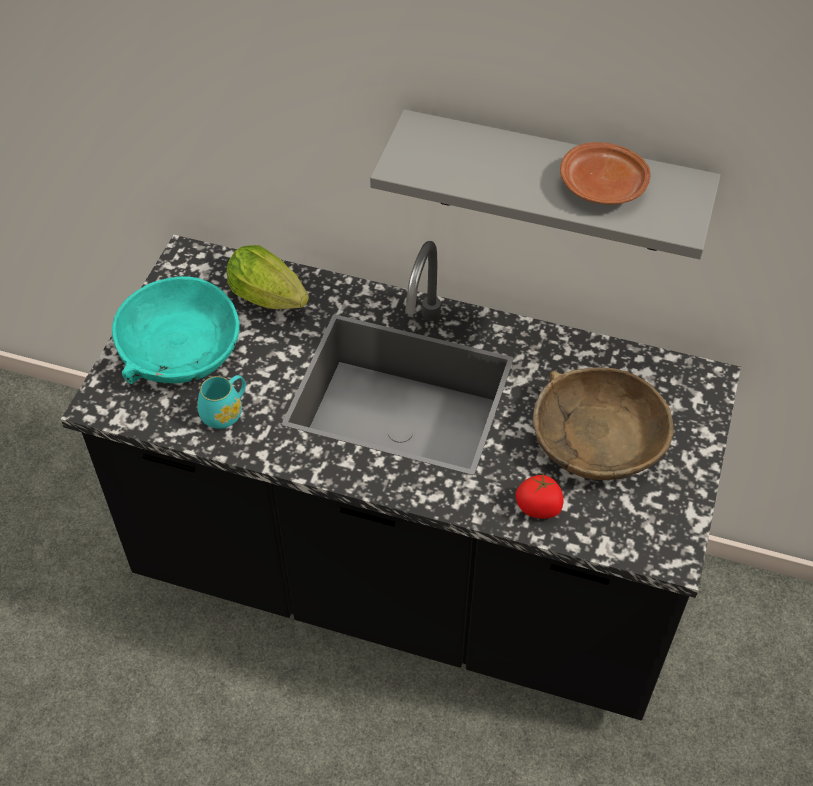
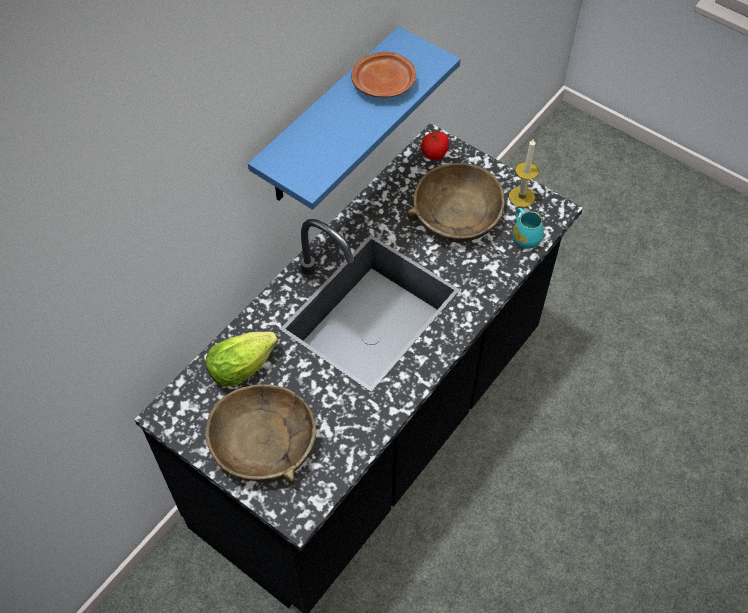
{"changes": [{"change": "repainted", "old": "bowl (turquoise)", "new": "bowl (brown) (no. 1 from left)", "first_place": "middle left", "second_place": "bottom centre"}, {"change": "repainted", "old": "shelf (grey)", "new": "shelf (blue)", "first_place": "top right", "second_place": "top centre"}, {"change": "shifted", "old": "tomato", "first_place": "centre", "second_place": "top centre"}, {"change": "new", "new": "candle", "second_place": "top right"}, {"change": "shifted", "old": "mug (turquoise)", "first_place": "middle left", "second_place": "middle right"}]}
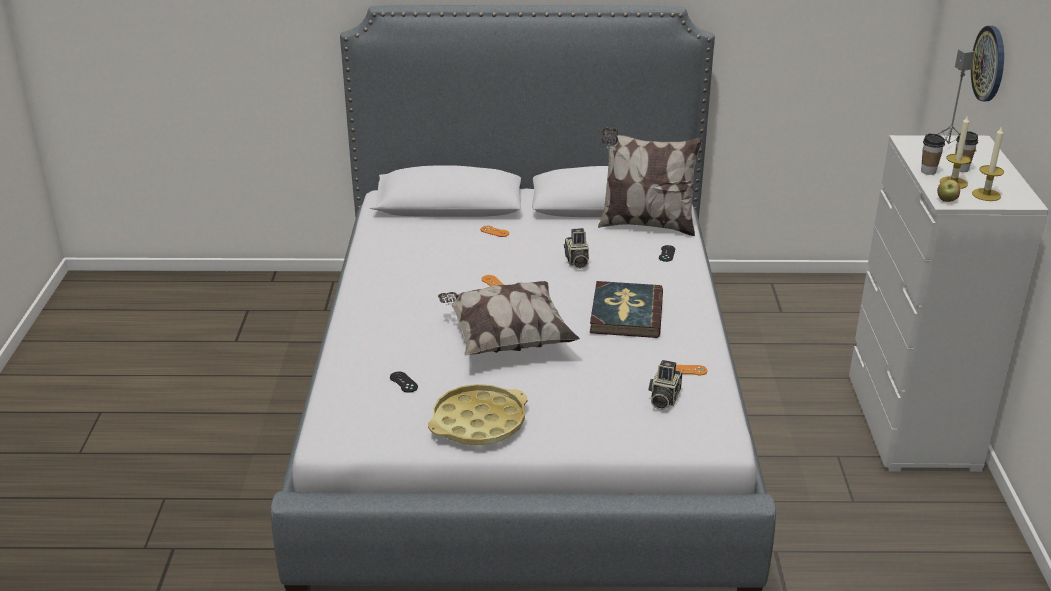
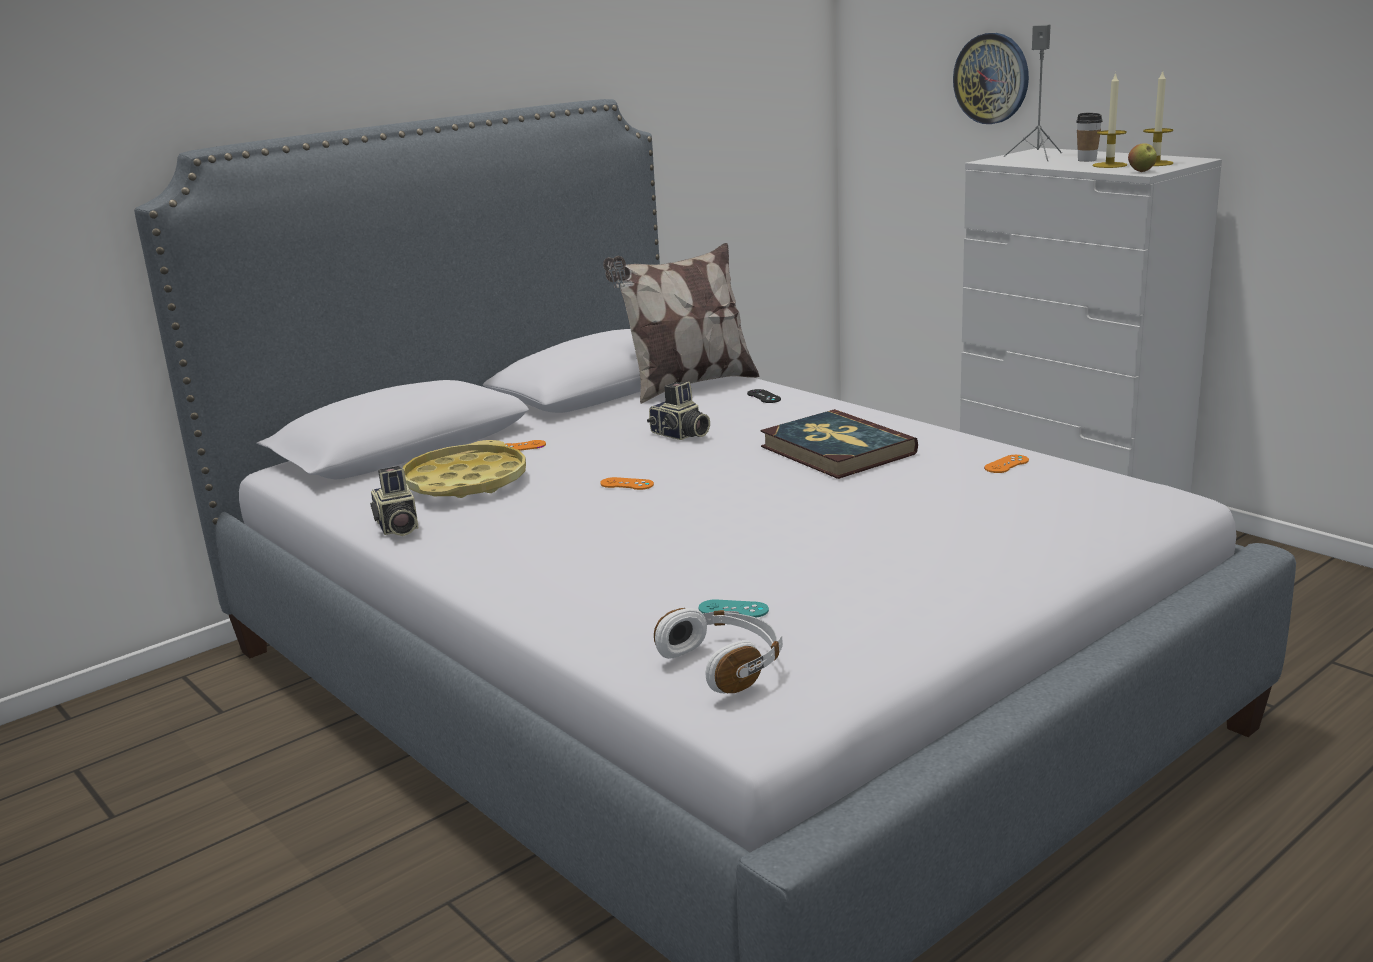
{"changes": [{"change": "shifted", "old": "photo camera (no. 2 from left in the first image)", "new": "photo camera (no. 1 from left)", "first_place": "centre", "second_place": "middle left"}, {"change": "shifted", "old": "tray (yellow)", "first_place": "bottom centre", "second_place": "centre"}, {"change": "new", "new": "headphones (white)", "second_place": "bottom centre"}, {"change": "repainted", "old": "game controller (black) (no. 1 from left)", "new": "game controller (turquoise)", "first_place": "centre", "second_place": "centre"}, {"change": "gone", "old": "pillow (no. 1 from left)", "first_place": "centre"}, {"change": "gone", "old": "cup (no. 1 from left)", "first_place": "top right"}]}
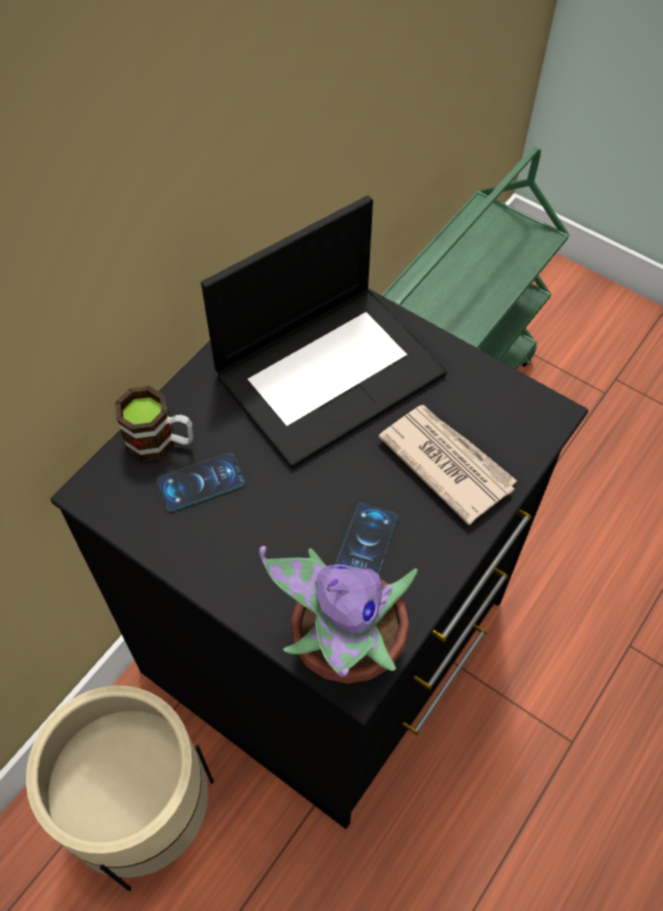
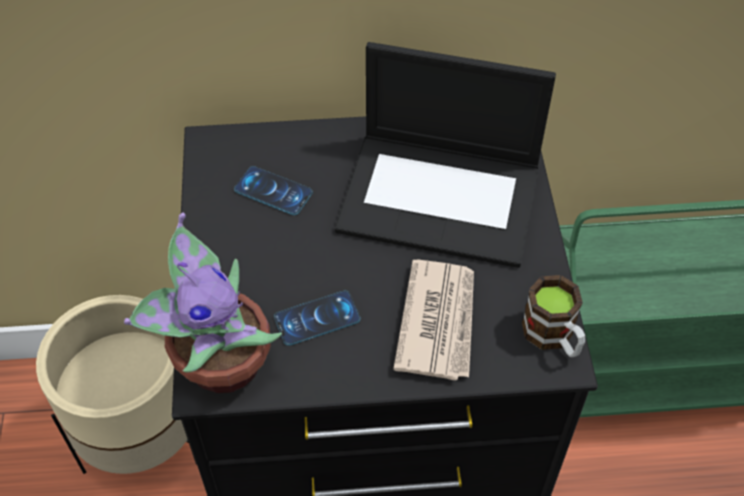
{"changes": [{"change": "shifted", "old": "mug", "first_place": "middle left", "second_place": "middle right"}]}
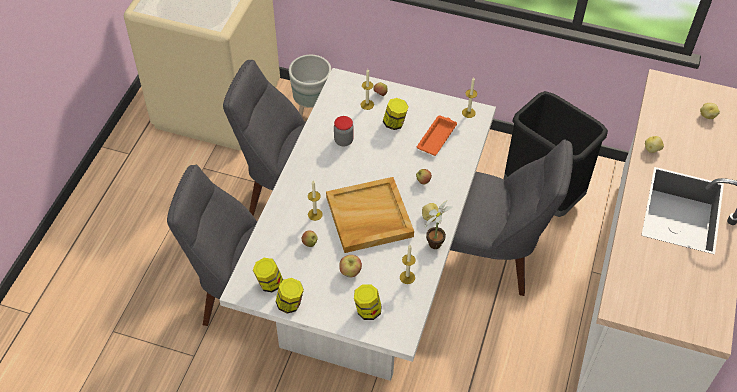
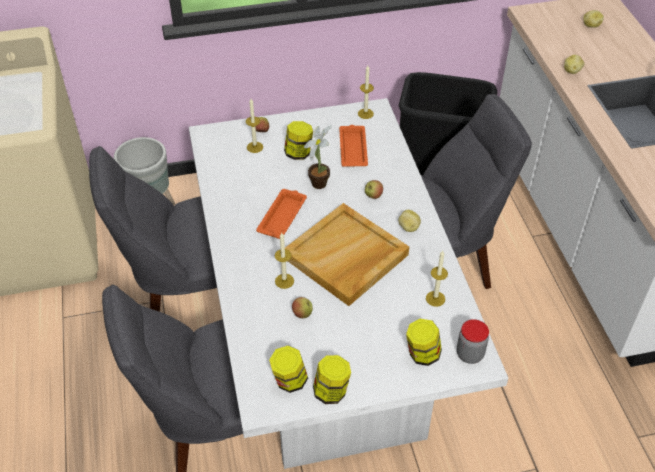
{"changes": [{"change": "new", "new": "tray (orange) (no. 1 from left)", "second_place": "centre"}, {"change": "shifted", "old": "potted plant", "first_place": "centre", "second_place": "top centre"}, {"change": "shifted", "old": "jar (no. 3 from left in the first image)", "new": "jar (no. 5 from left)", "first_place": "centre", "second_place": "bottom right"}, {"change": "gone", "old": "apple (no. 2 from left)", "first_place": "bottom centre"}]}
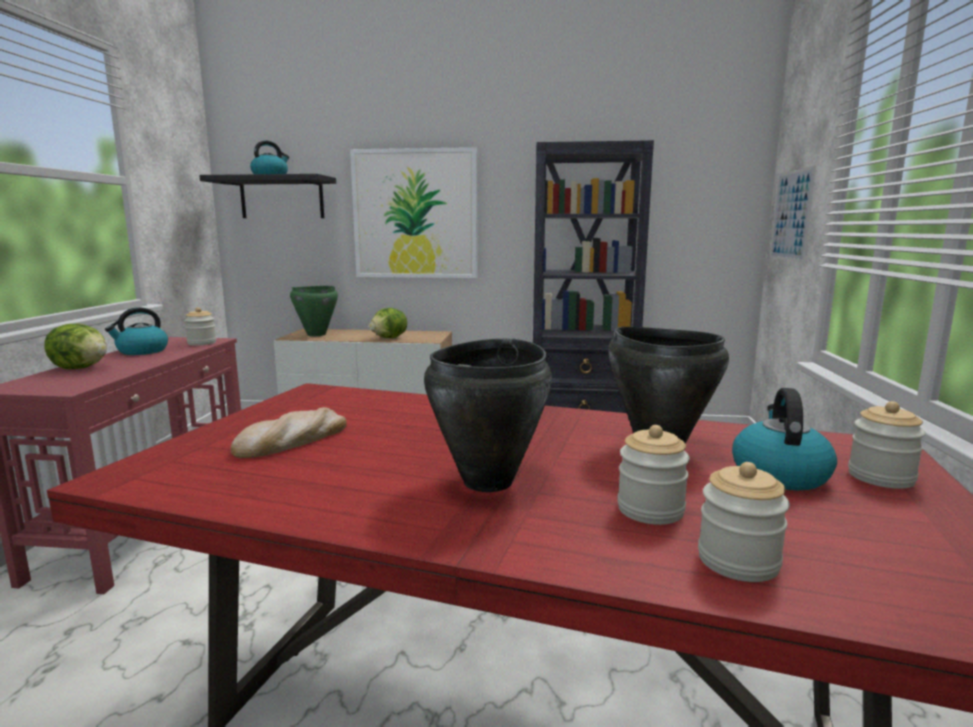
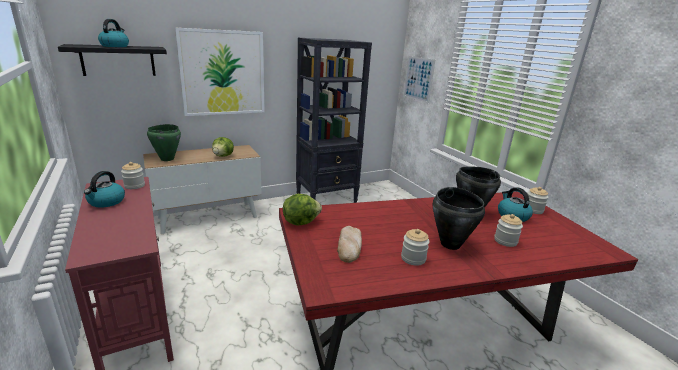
{"changes": [{"change": "shifted", "old": "lettuce (no. 1 from left in the first image)", "new": "lettuce (no. 2 from left)", "first_place": "middle left", "second_place": "centre"}, {"change": "shifted", "old": "jar (no. 3 from left in the first image)", "new": "jar (no. 2 from left)", "first_place": "bottom right", "second_place": "bottom centre"}]}
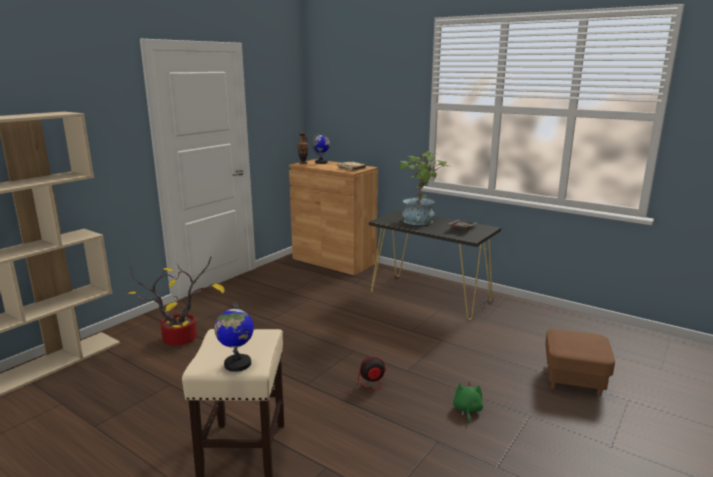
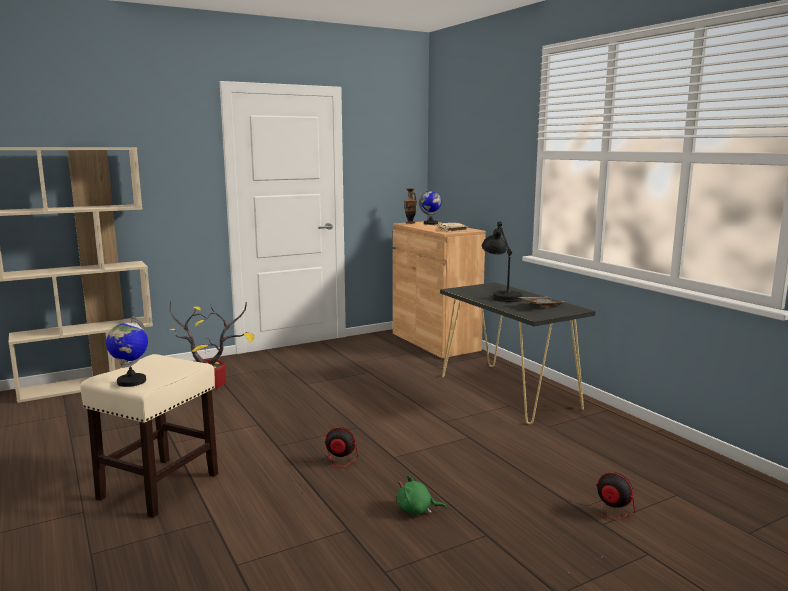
{"changes": [{"change": "rotated", "old": "plush toy (green)", "first_place": "bottom centre", "second_place": "bottom centre", "degrees": -120}, {"change": "swapped", "old": "potted plant (no. 2 from left)", "new": "table lamp (black)", "first_place": "centre", "second_place": "centre"}, {"change": "swapped", "old": "ottoman (brown)", "new": "fan (no. 2 from left)", "first_place": "bottom right", "second_place": "bottom right"}]}
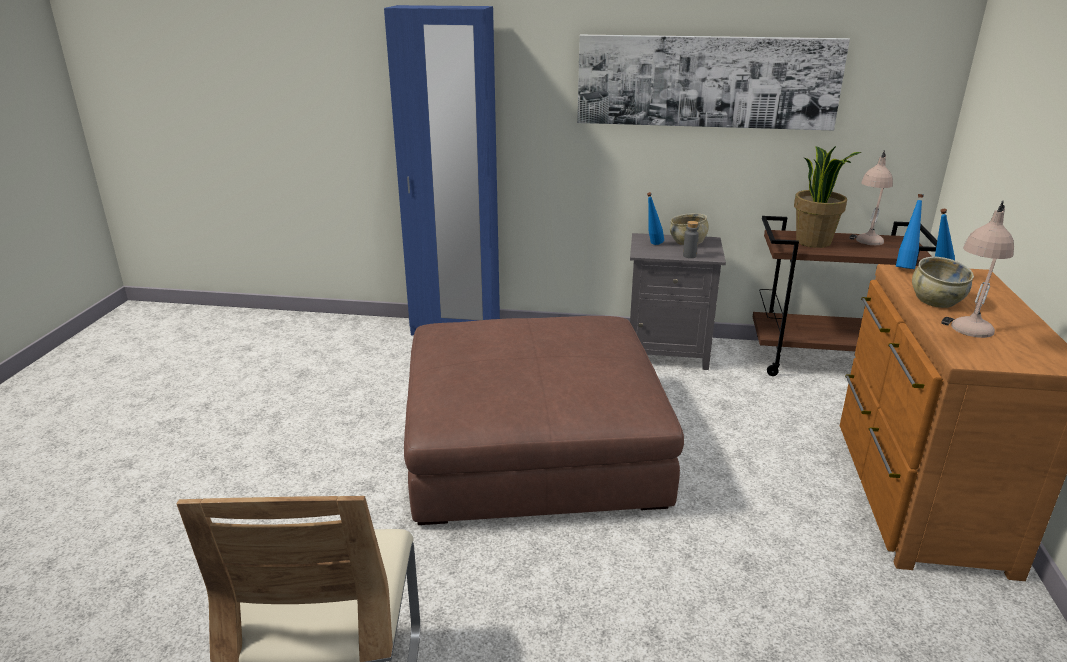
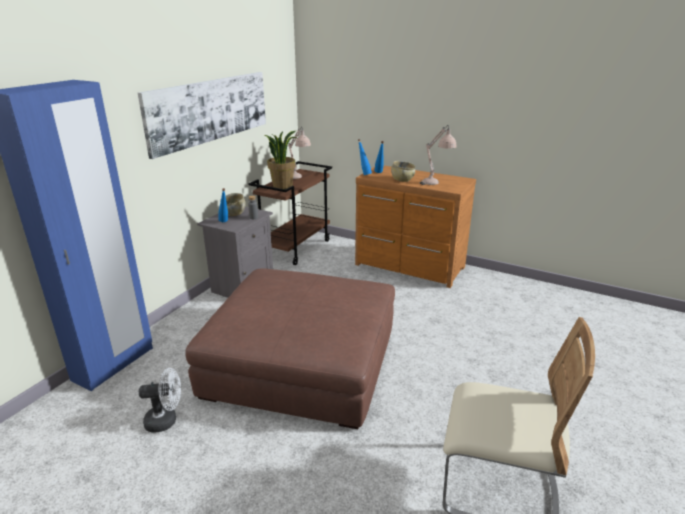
{"changes": [{"change": "new", "new": "fan (white)", "second_place": "bottom left"}]}
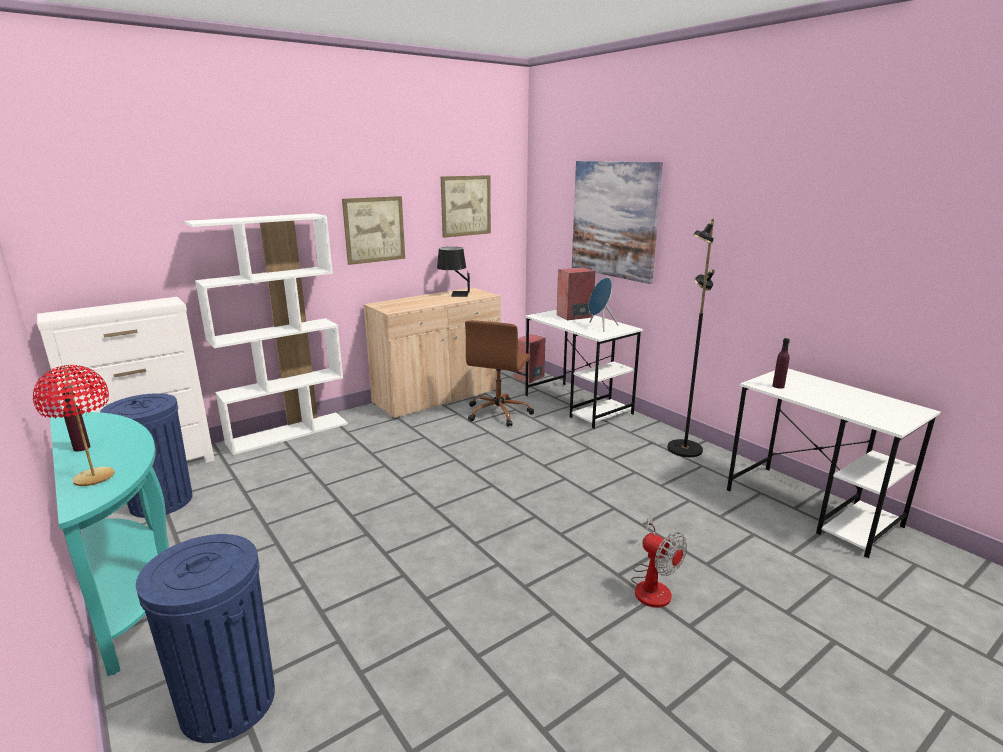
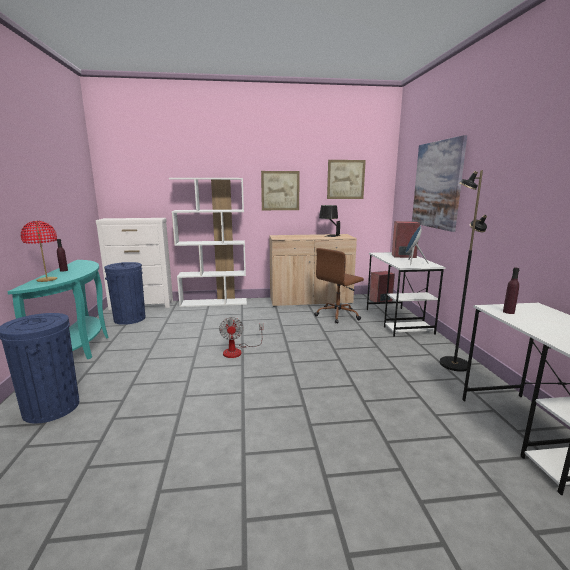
{"changes": [{"change": "shifted", "old": "fan", "first_place": "bottom centre", "second_place": "centre"}]}
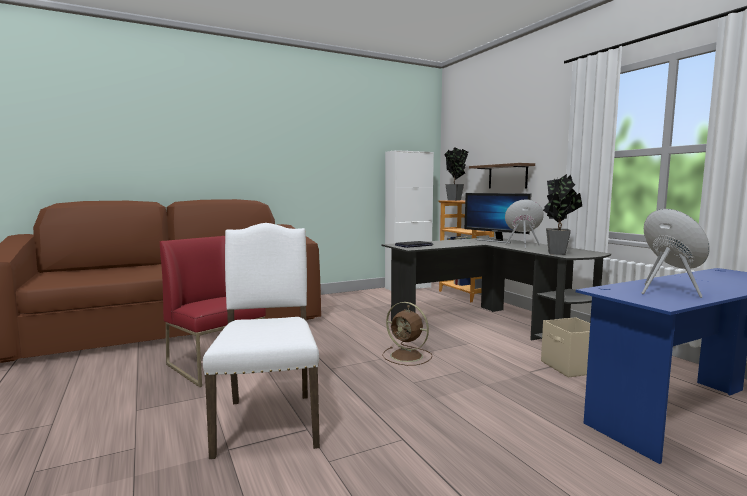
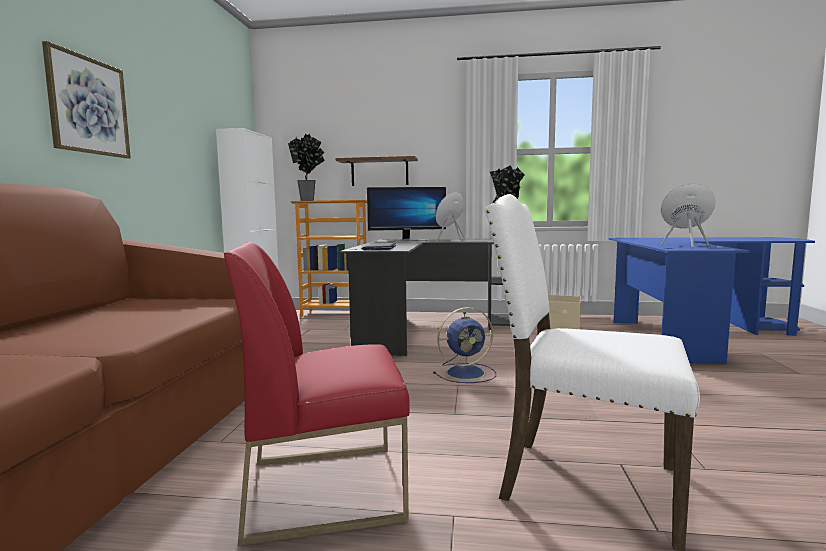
{"changes": [{"change": "new", "new": "picture", "second_place": "top left"}, {"change": "repainted", "old": "fan (brown)", "new": "fan (blue)", "first_place": "bottom centre", "second_place": "centre"}]}
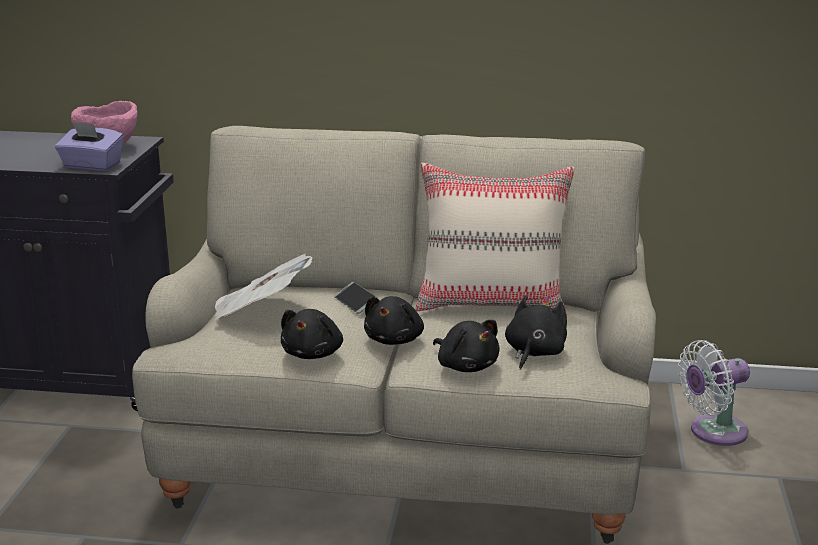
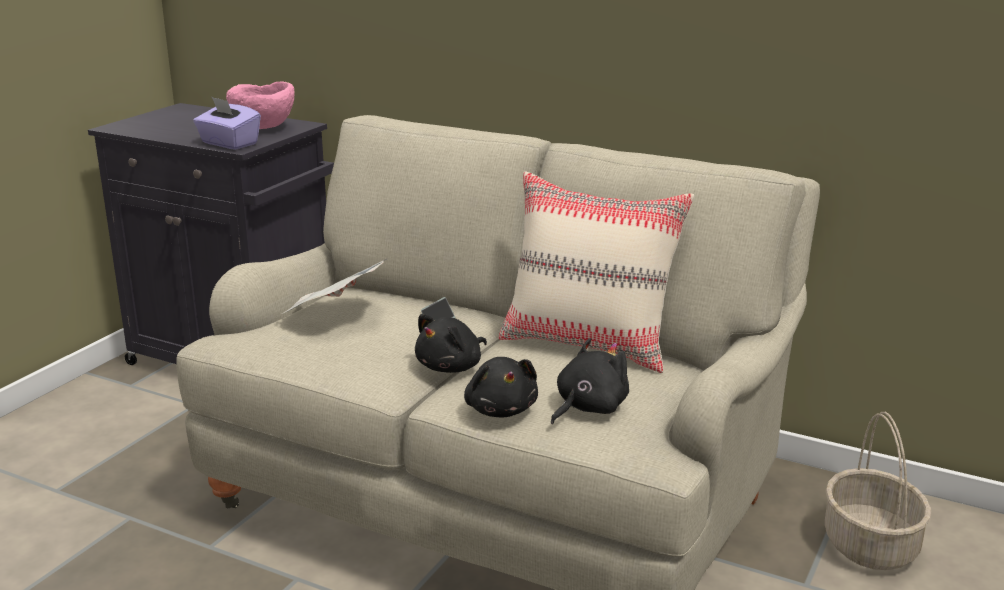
{"changes": [{"change": "swapped", "old": "fan (white)", "new": "basket", "first_place": "bottom right", "second_place": "bottom right"}, {"change": "gone", "old": "plush toy (black) (no. 1 from left)", "first_place": "centre"}]}
